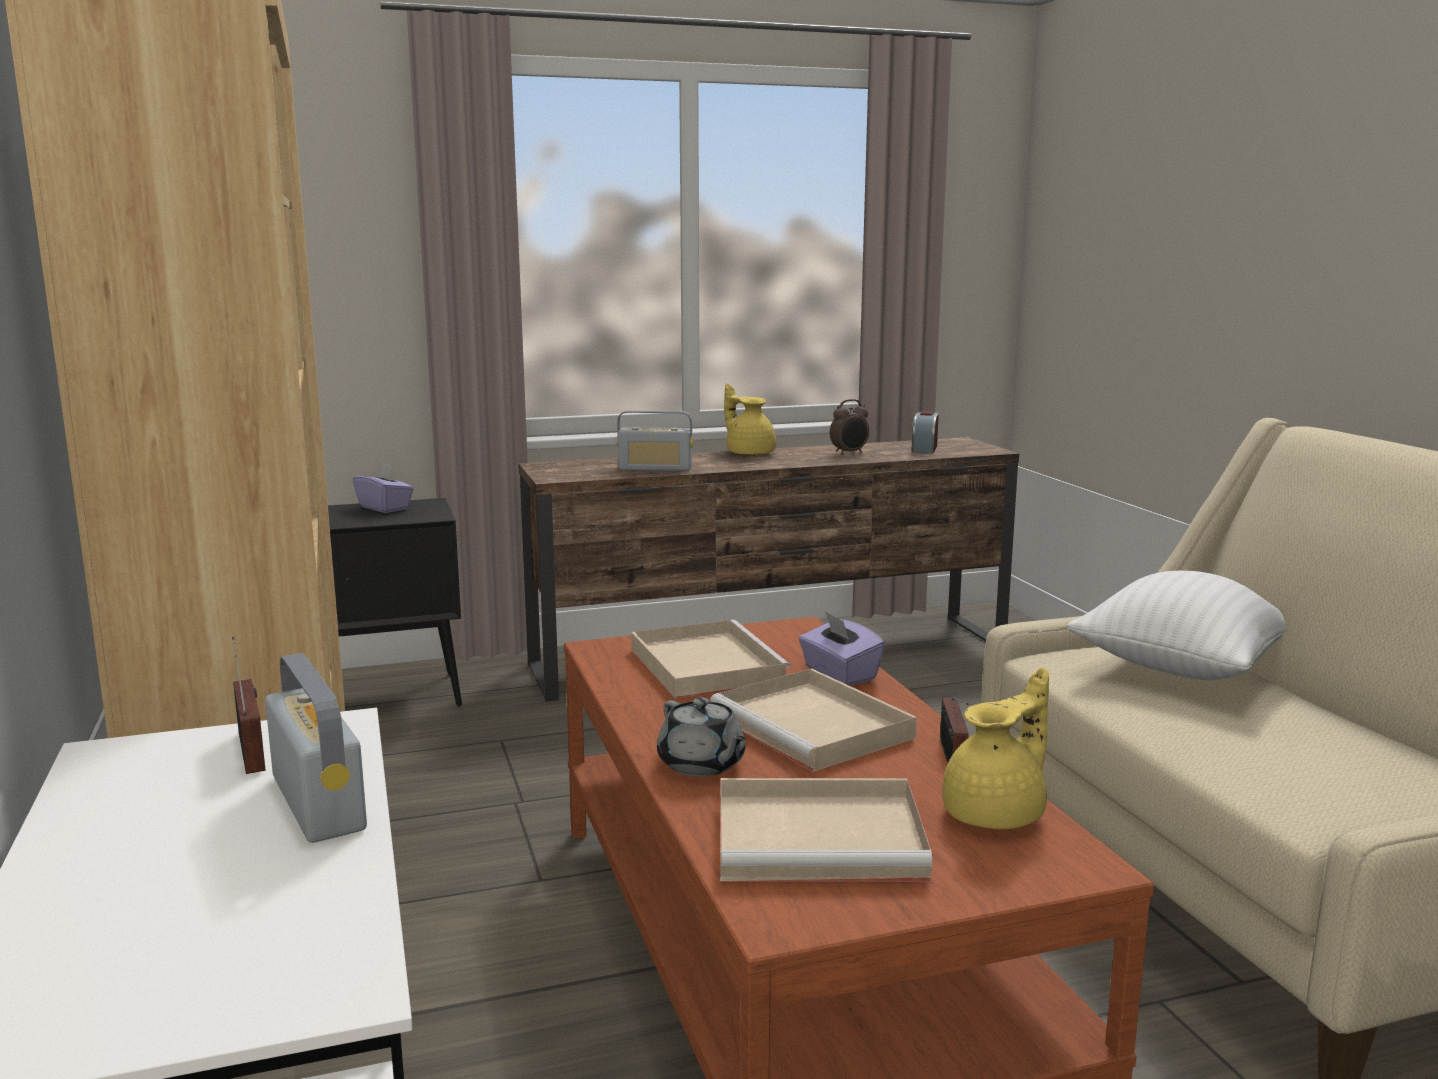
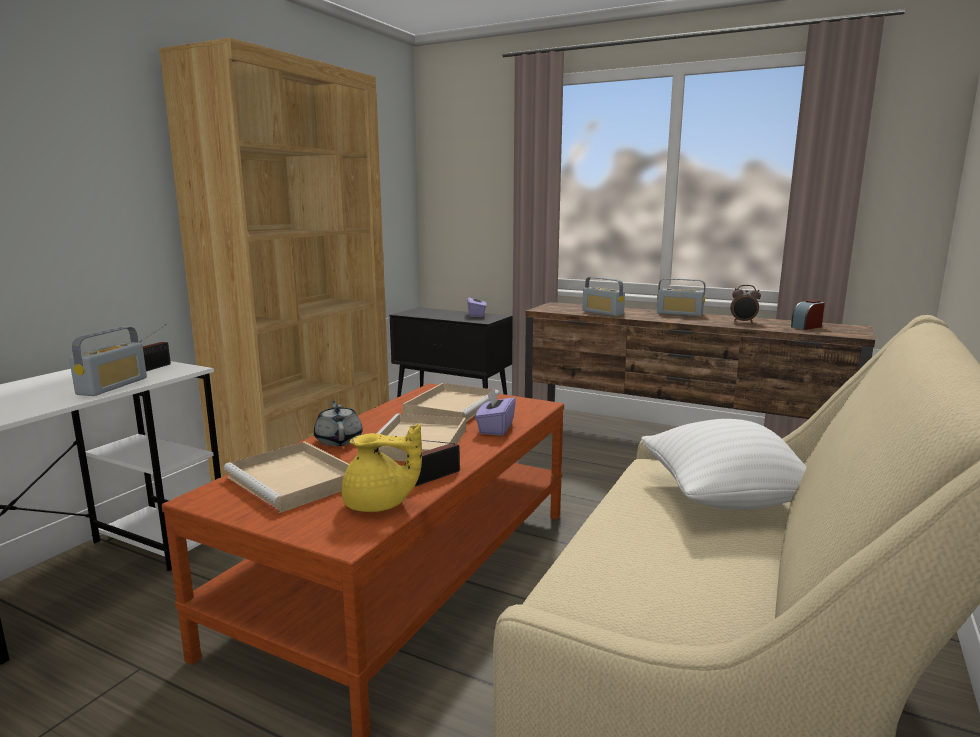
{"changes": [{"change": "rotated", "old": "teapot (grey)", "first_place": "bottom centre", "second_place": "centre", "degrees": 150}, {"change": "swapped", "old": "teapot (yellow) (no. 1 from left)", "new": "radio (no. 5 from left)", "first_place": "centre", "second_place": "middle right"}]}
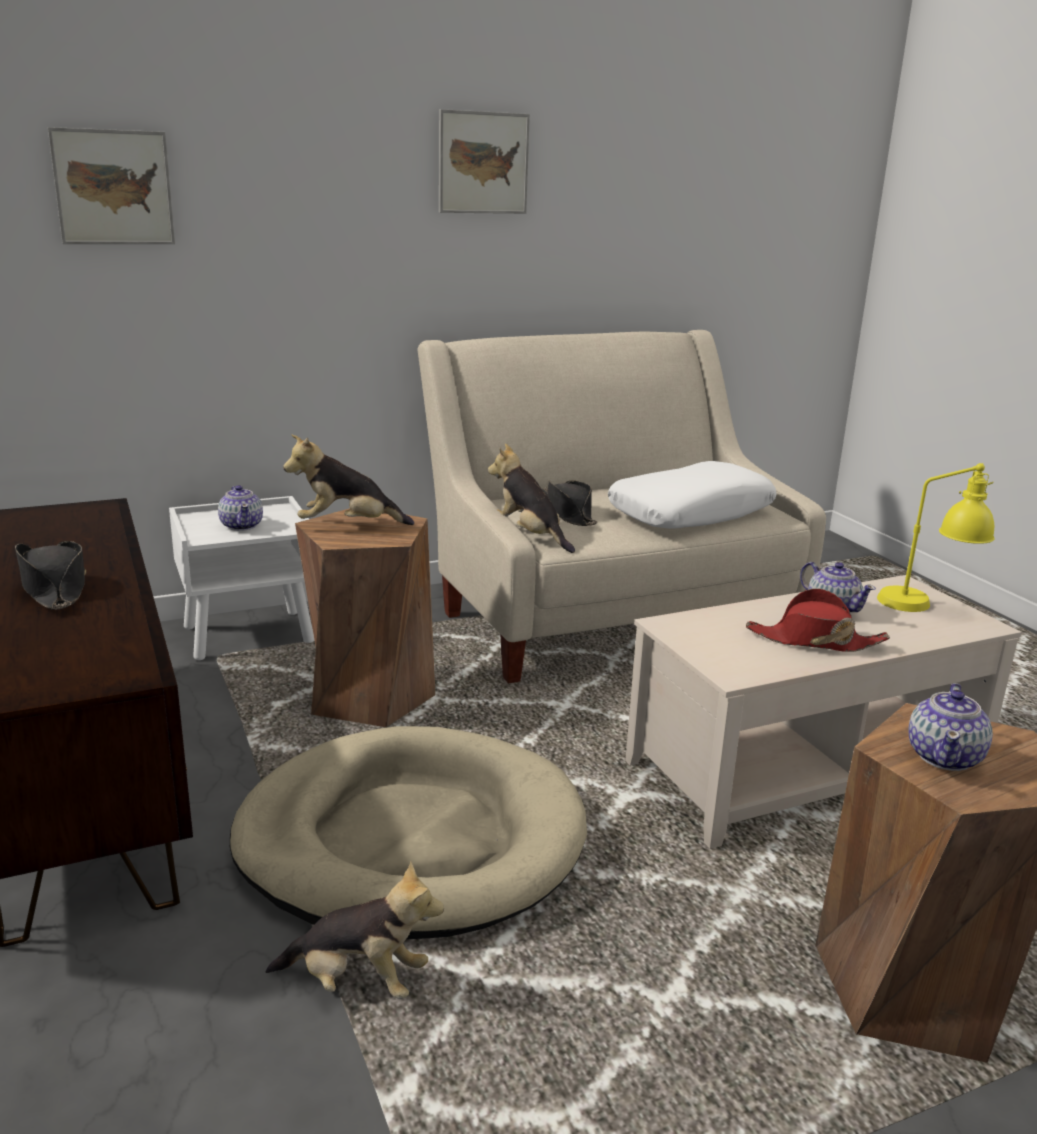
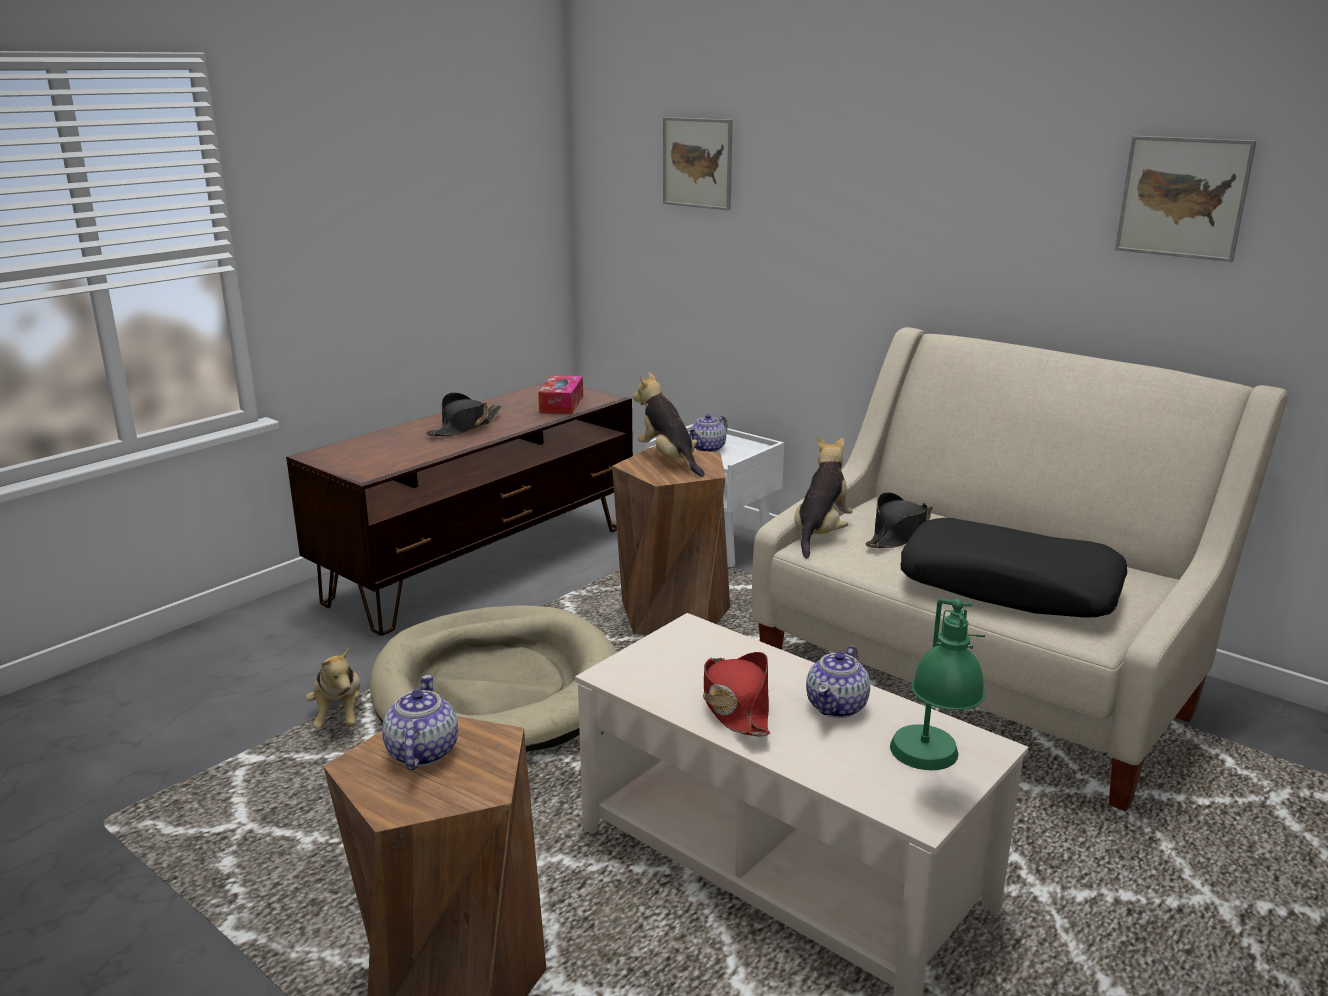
{"changes": [{"change": "rotated", "old": "teapot (no. 3 from left in the first image)", "first_place": "middle right", "second_place": "bottom left", "degrees": 90}, {"change": "new", "new": "tissue box", "second_place": "centre"}, {"change": "repainted", "old": "table lamp (yellow)", "new": "table lamp (green)", "first_place": "middle right", "second_place": "bottom right"}, {"change": "repainted", "old": "pillow (white)", "new": "pillow (black)", "first_place": "middle right", "second_place": "middle right"}, {"change": "shifted", "old": "picture (no. 2 from left)", "first_place": "top centre", "second_place": "top right"}]}
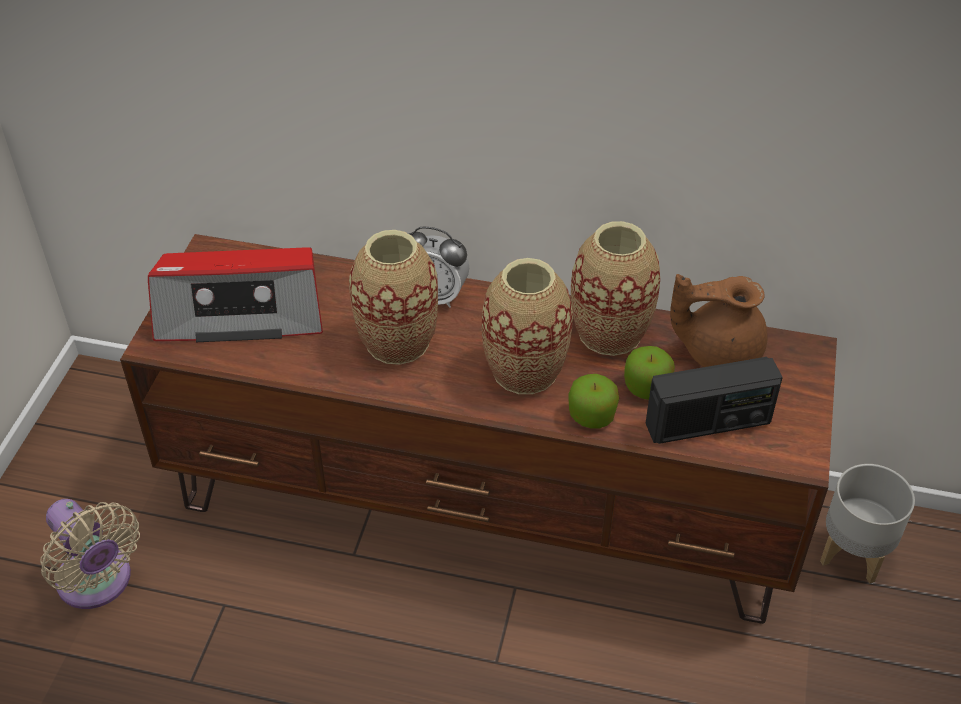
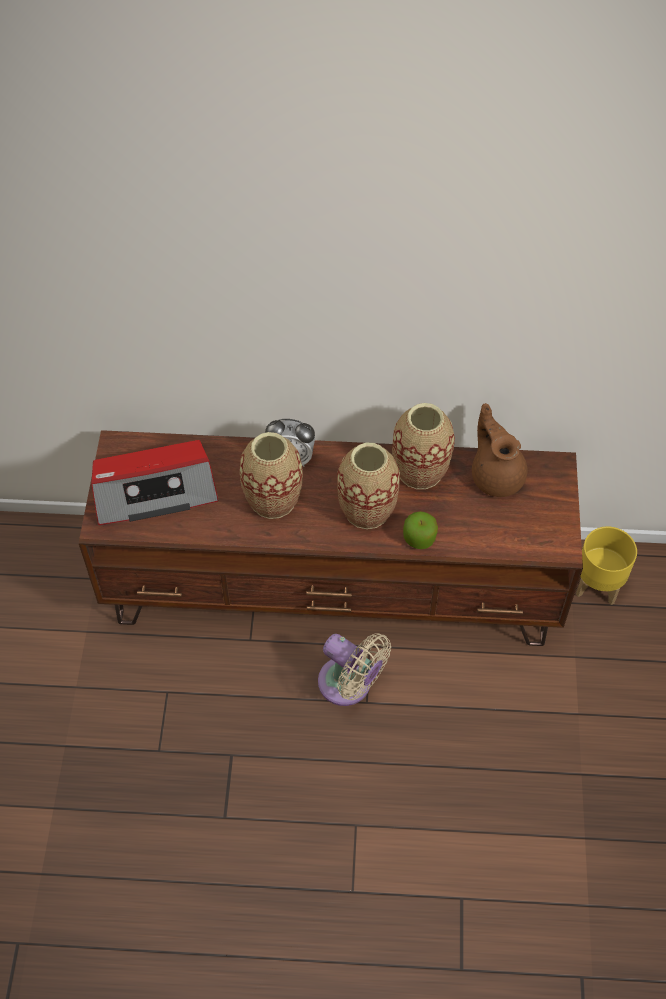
{"changes": [{"change": "shifted", "old": "fan (beige)", "first_place": "bottom left", "second_place": "bottom centre"}, {"change": "rotated", "old": "teapot (brown)", "first_place": "middle right", "second_place": "middle right", "degrees": 75}, {"change": "repainted", "old": "planter (grey)", "new": "planter (yellow)", "first_place": "bottom right", "second_place": "middle right"}, {"change": "gone", "old": "apple (no. 2 from left)", "first_place": "middle right"}, {"change": "gone", "old": "radio (no. 2 from left)", "first_place": "middle right"}]}
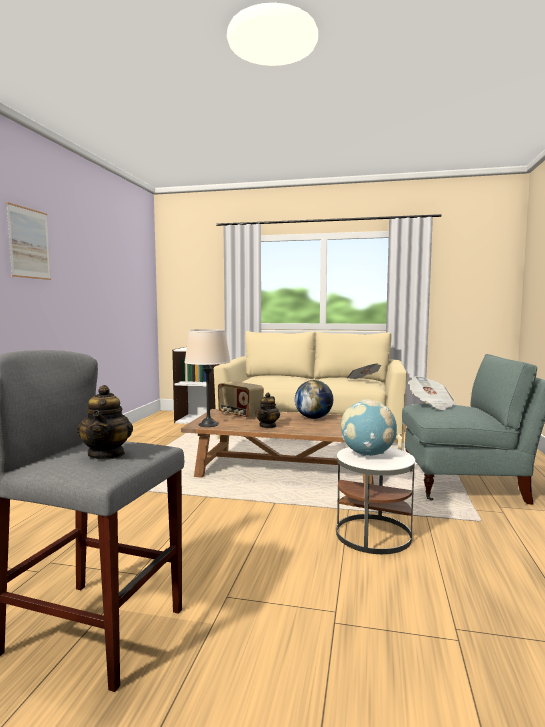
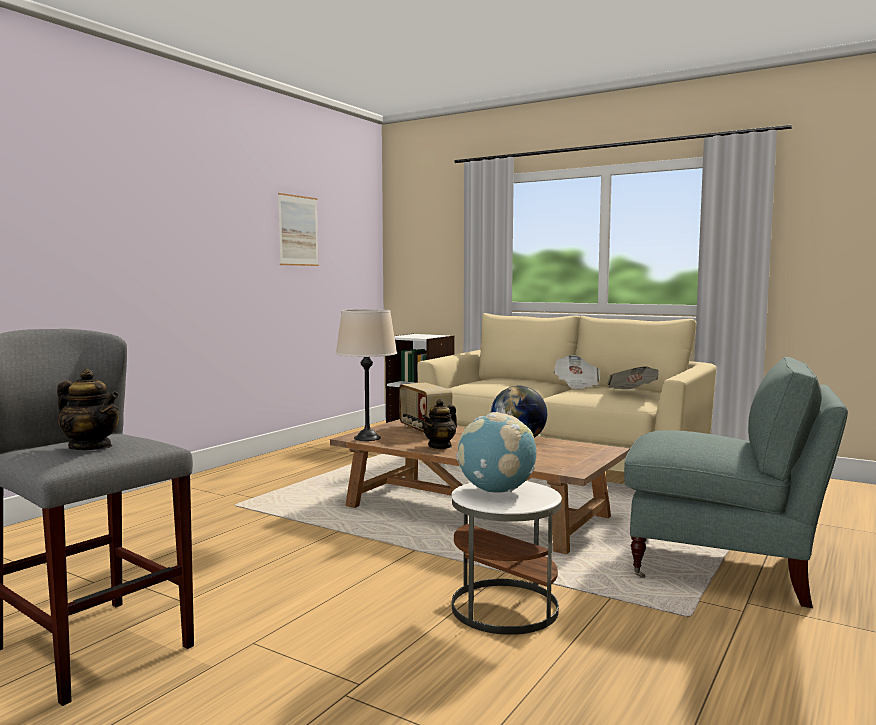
{"changes": [{"change": "rotated", "old": "teapot (no. 1 from left)", "first_place": "middle left", "second_place": "middle left", "degrees": -75}, {"change": "shifted", "old": "picture", "first_place": "top left", "second_place": "top centre"}, {"change": "shifted", "old": "newspaper (no. 2 from left in the first image)", "new": "newspaper (no. 1 from left)", "first_place": "middle right", "second_place": "centre"}]}
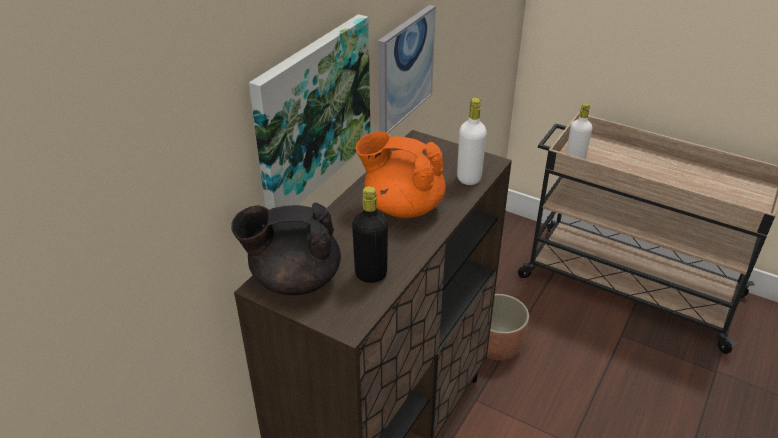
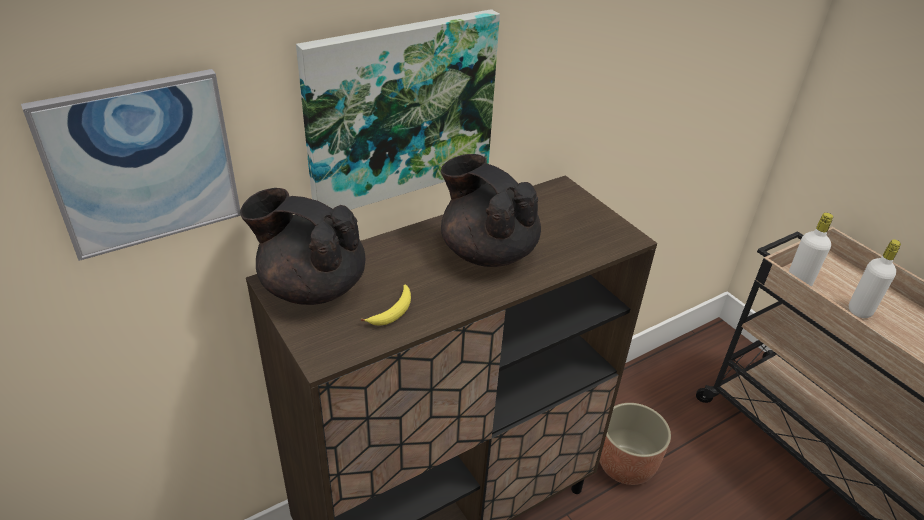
{"changes": [{"change": "shifted", "old": "picture (no. 2 from left in the first image)", "new": "picture (no. 1 from left)", "first_place": "top centre", "second_place": "top left"}, {"change": "swapped", "old": "bottle (black)", "new": "banana", "first_place": "centre", "second_place": "centre"}, {"change": "repainted", "old": "teapot (orange)", "new": "teapot (black) (no. 2 from left)", "first_place": "centre", "second_place": "centre"}, {"change": "shifted", "old": "bottle (white) (no. 1 from left in the first image)", "new": "bottle (white) (no. 2 from left)", "first_place": "top centre", "second_place": "middle right"}]}
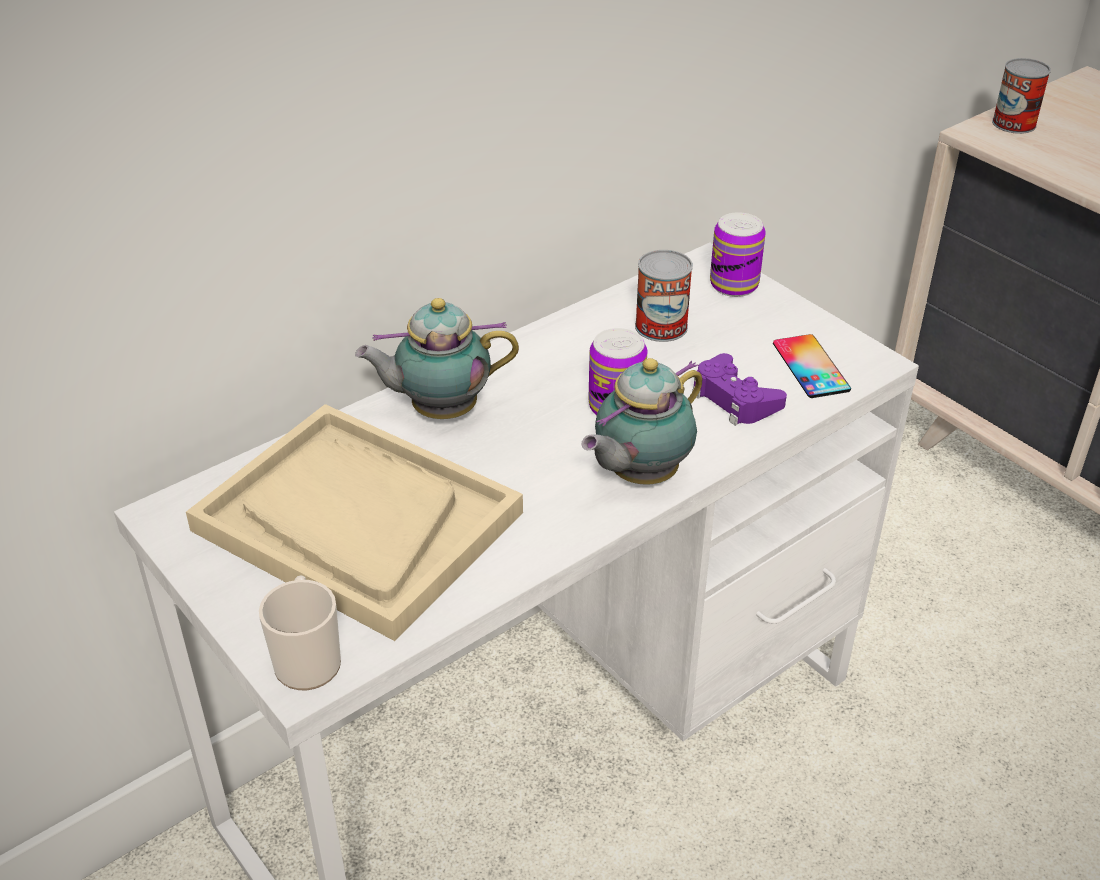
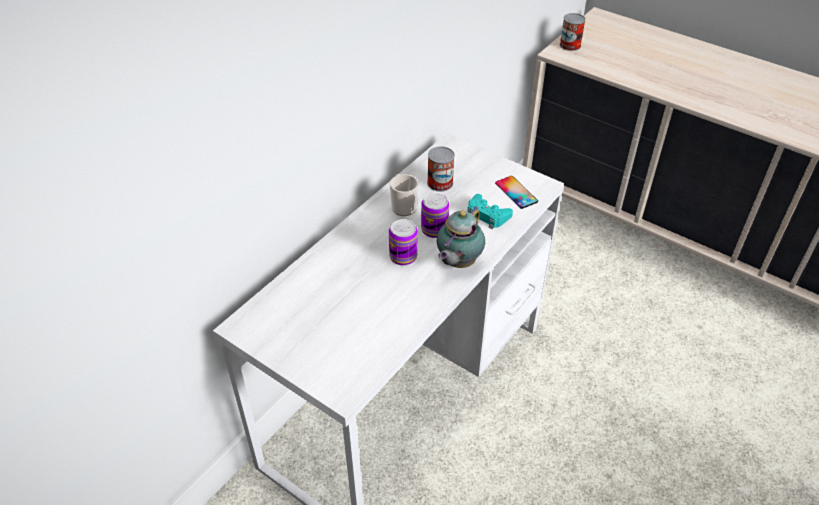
{"changes": [{"change": "shifted", "old": "can (no. 3 from left in the first image)", "new": "can (no. 1 from left)", "first_place": "top right", "second_place": "centre"}, {"change": "shifted", "old": "mug", "first_place": "bottom left", "second_place": "centre"}, {"change": "repainted", "old": "game controller (purple)", "new": "game controller (turquoise)", "first_place": "middle right", "second_place": "centre"}, {"change": "gone", "old": "tray (beige)", "first_place": "middle left"}, {"change": "gone", "old": "teapot (no. 1 from left)", "first_place": "centre"}]}
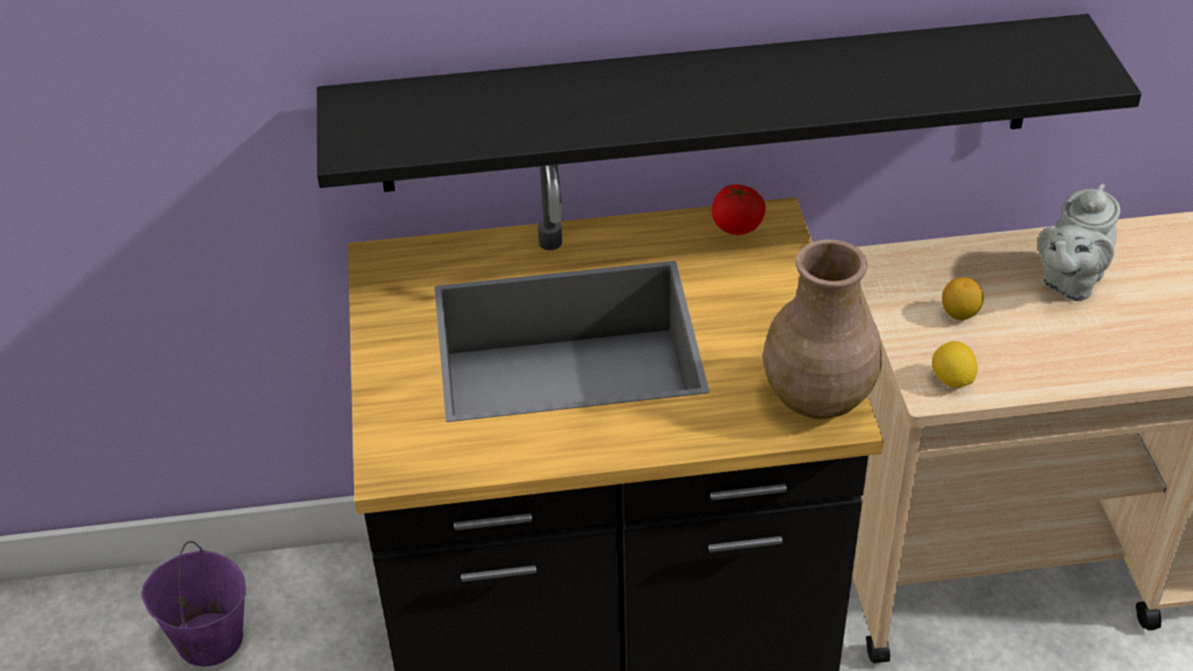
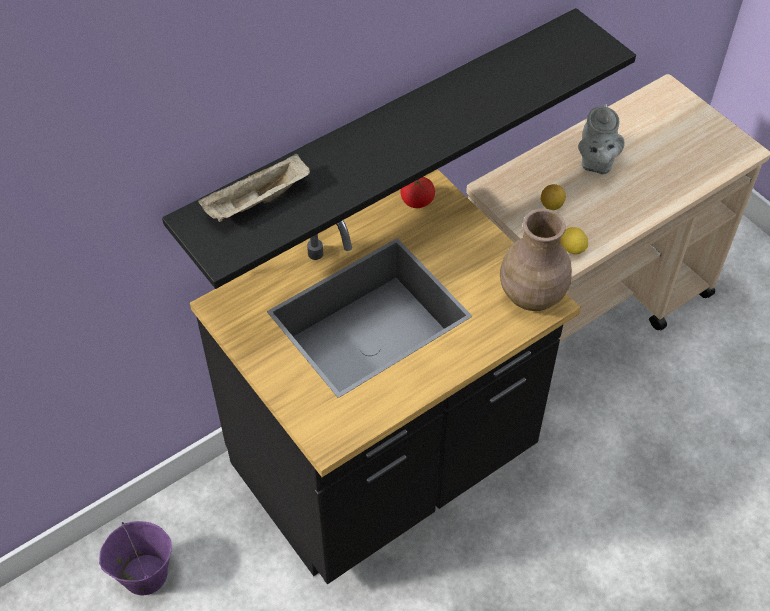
{"changes": [{"change": "new", "new": "tray (beige)", "second_place": "top left"}]}
